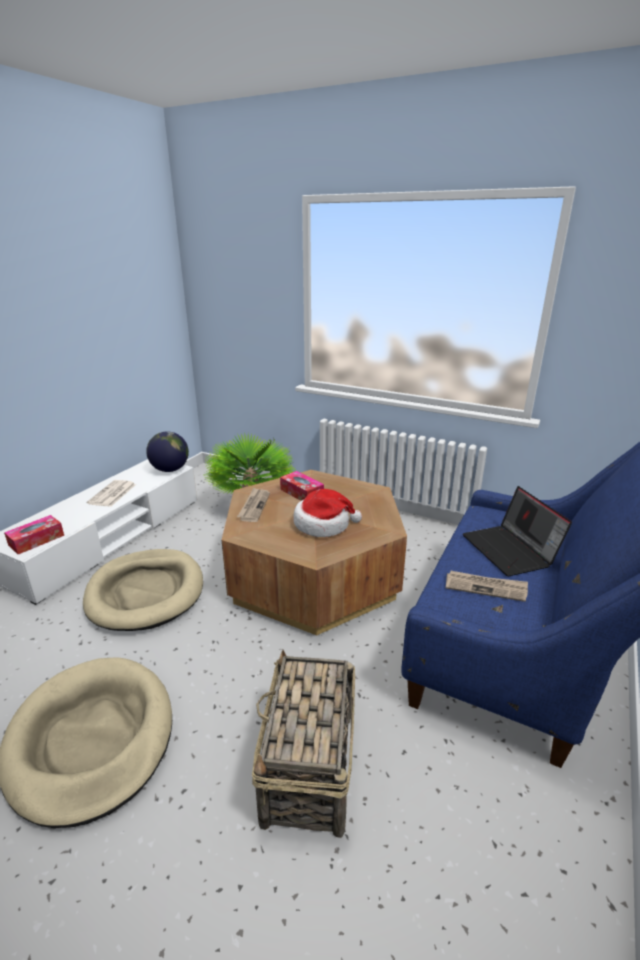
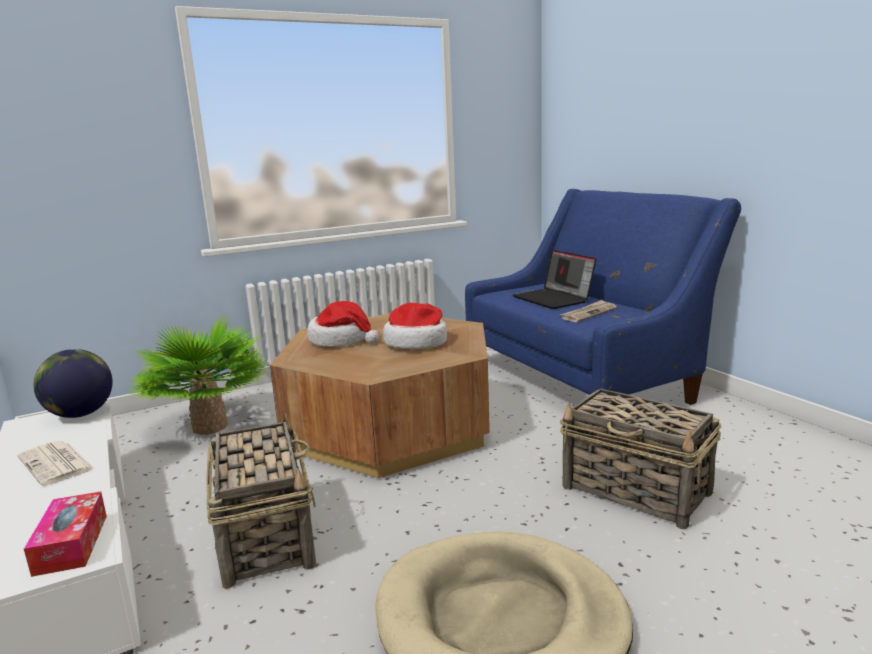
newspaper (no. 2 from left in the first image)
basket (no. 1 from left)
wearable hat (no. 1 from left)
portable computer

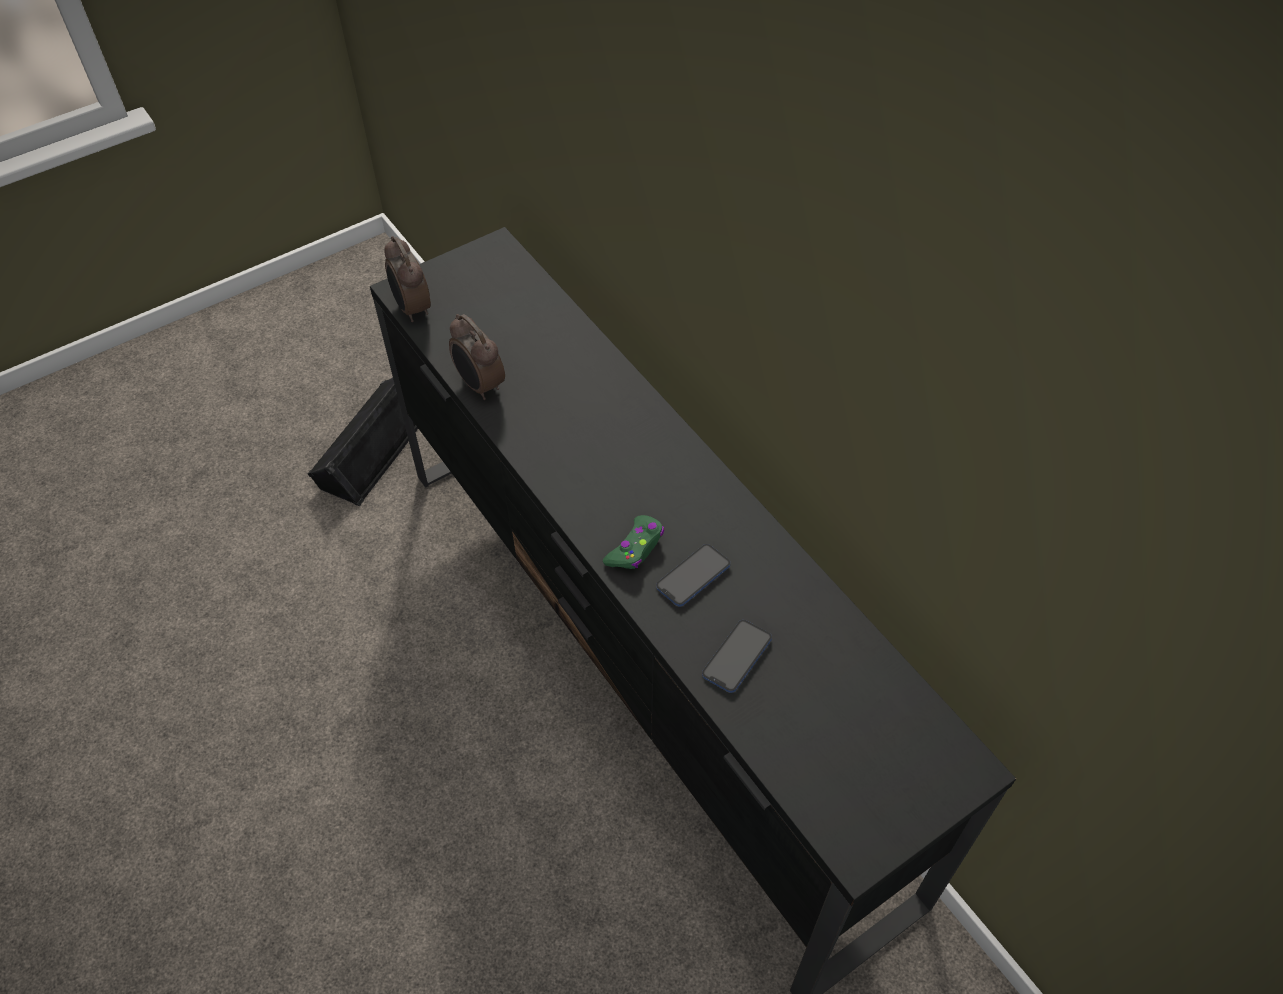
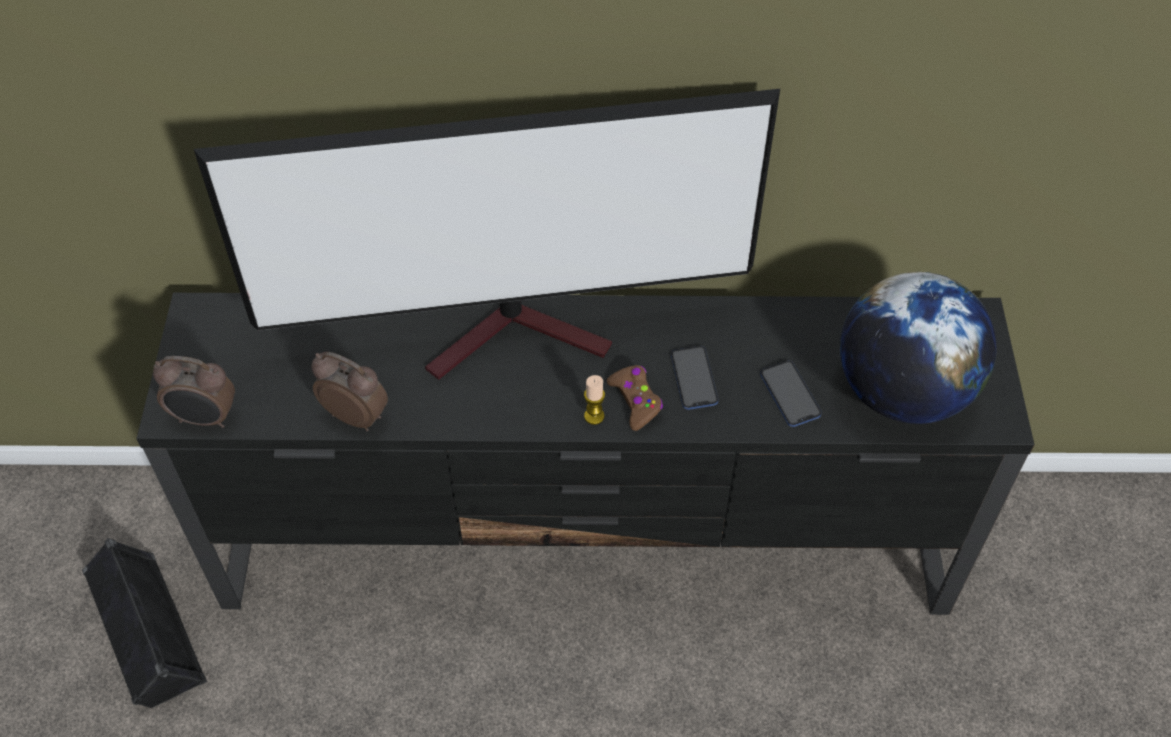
TV
candle
globe
brown-coloured gamepad
table clock (no. 2 from left)

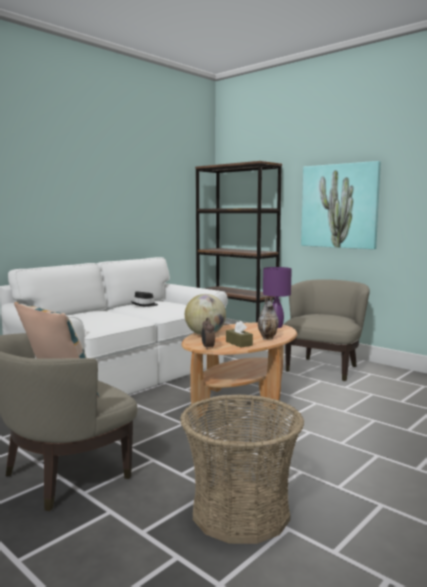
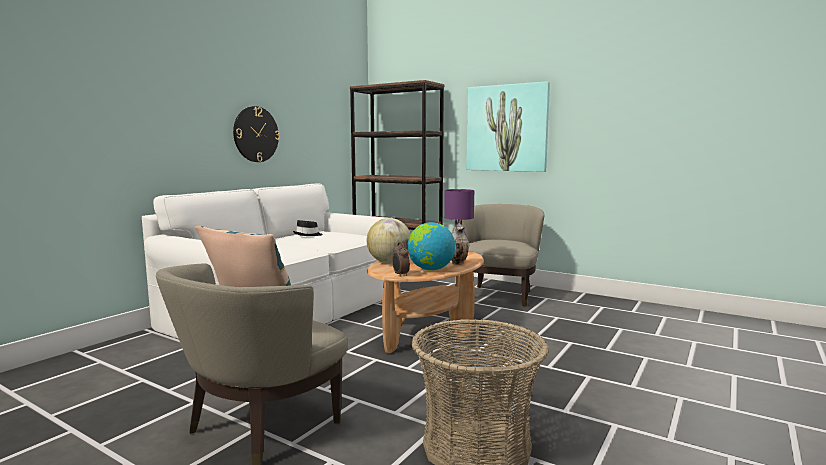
hanging clock
globe (no. 2 from left)

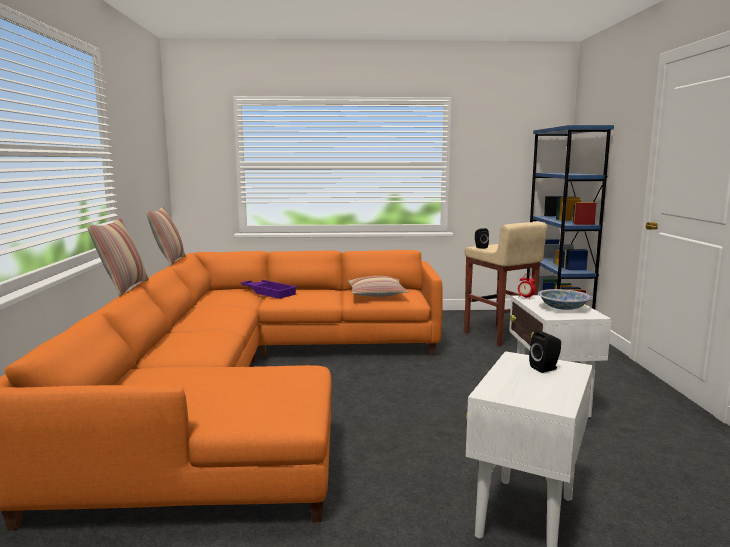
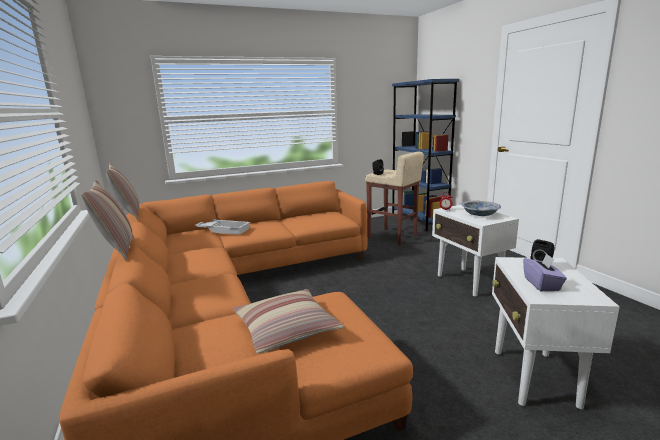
purple tissue box
cushion (no. 3 from left)
white-coloured serving tray

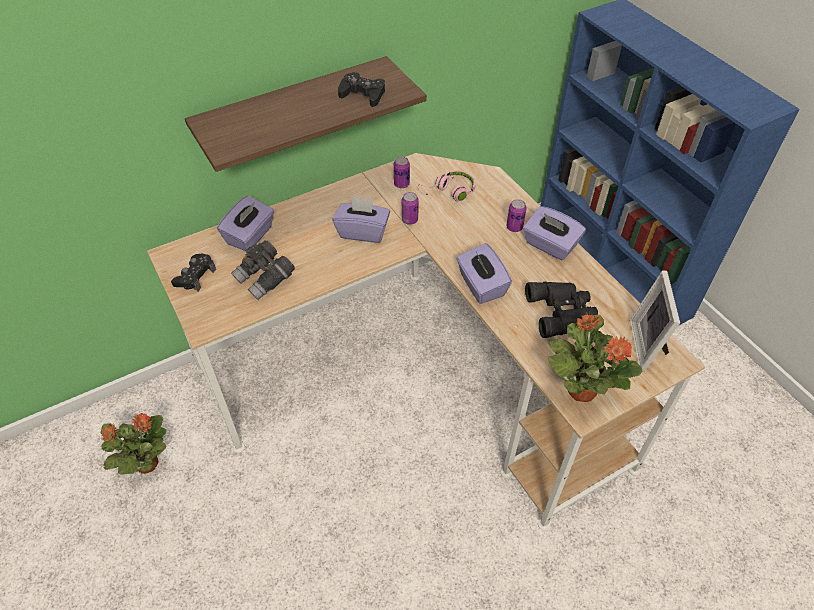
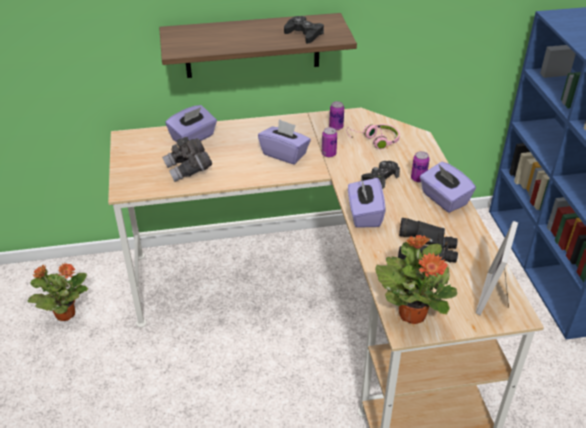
black-coloured gamepad (no. 2 from left)

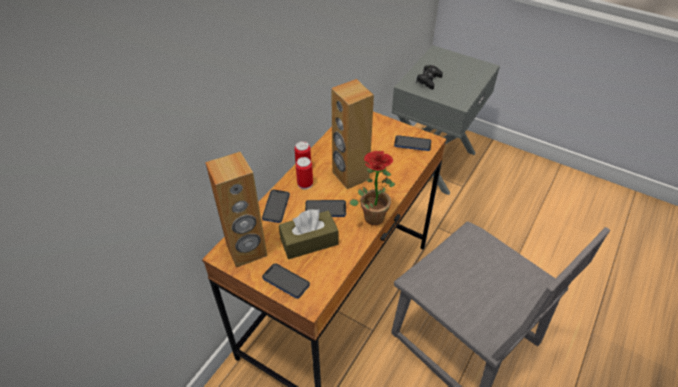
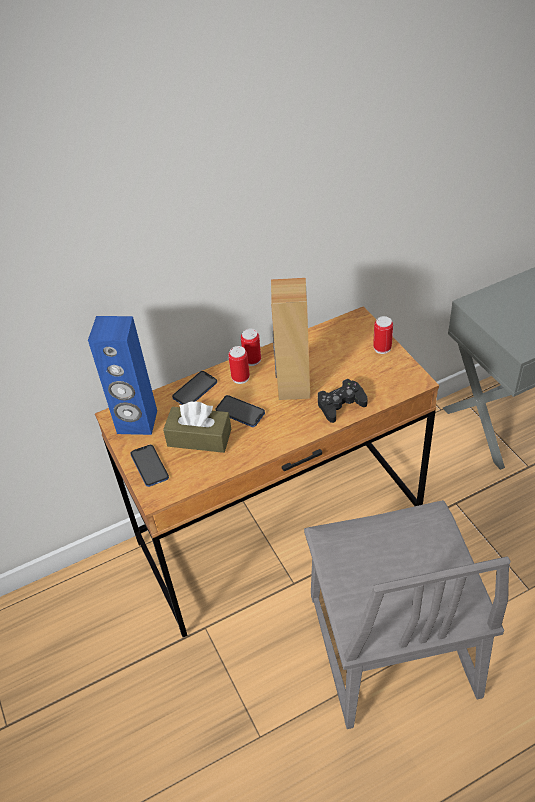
houseplant
telephone (no. 4 from left in the first image)
can (no. 3 from left)
black-coloured gamepad
blue-coloured audio speaker

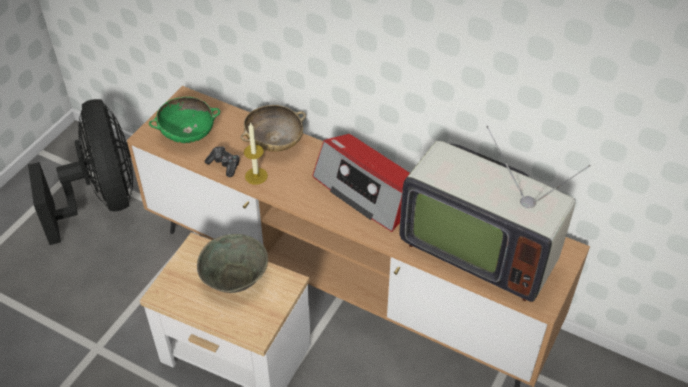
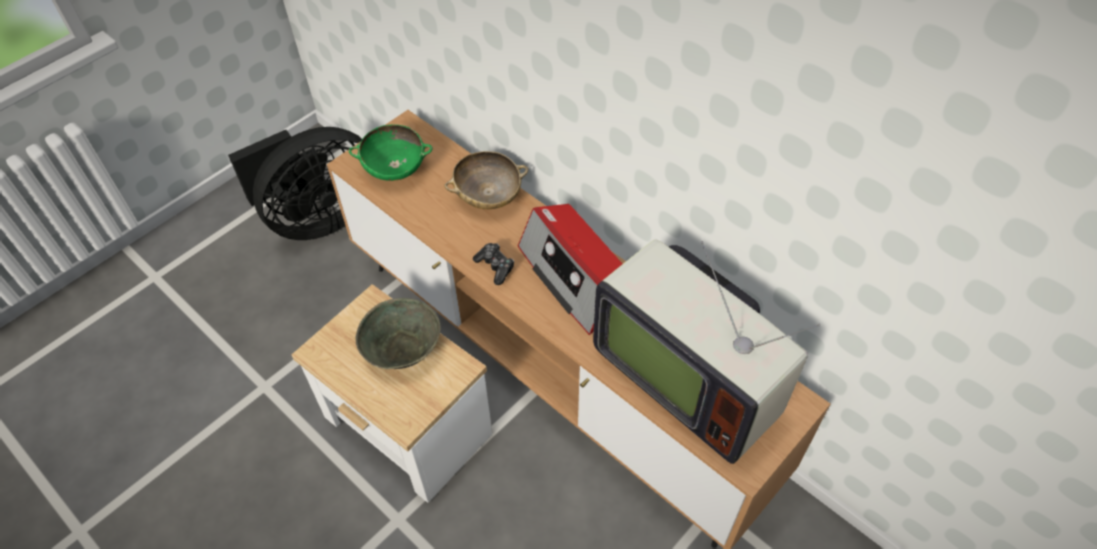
candle
gamepad
black-coloured cooling fan

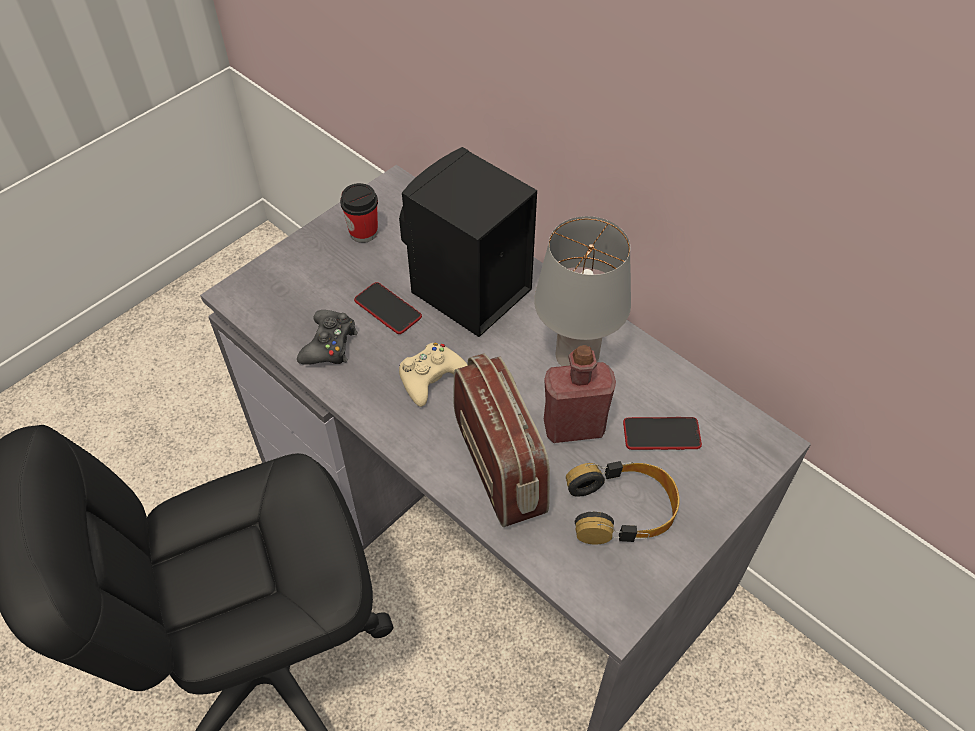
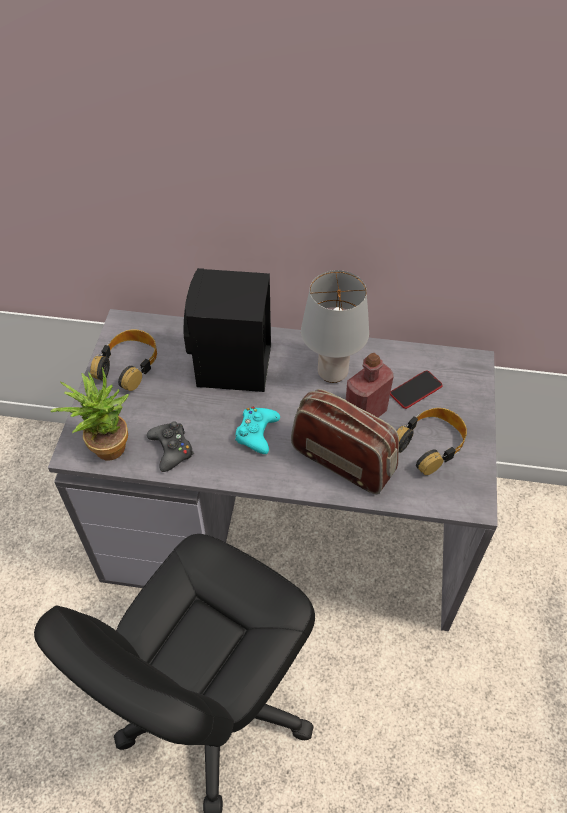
telephone (no. 1 from left in the first image)
houseplant
headset (no. 1 from left)
turquoise-coloured gamepad

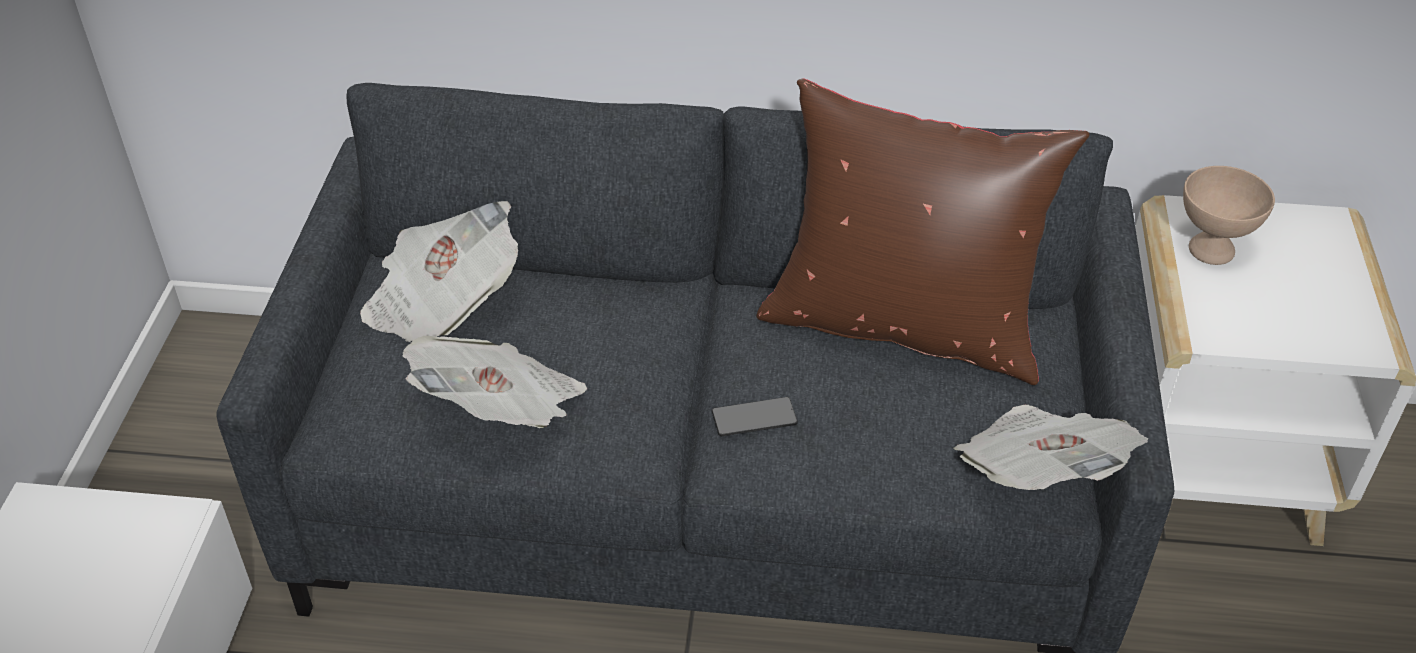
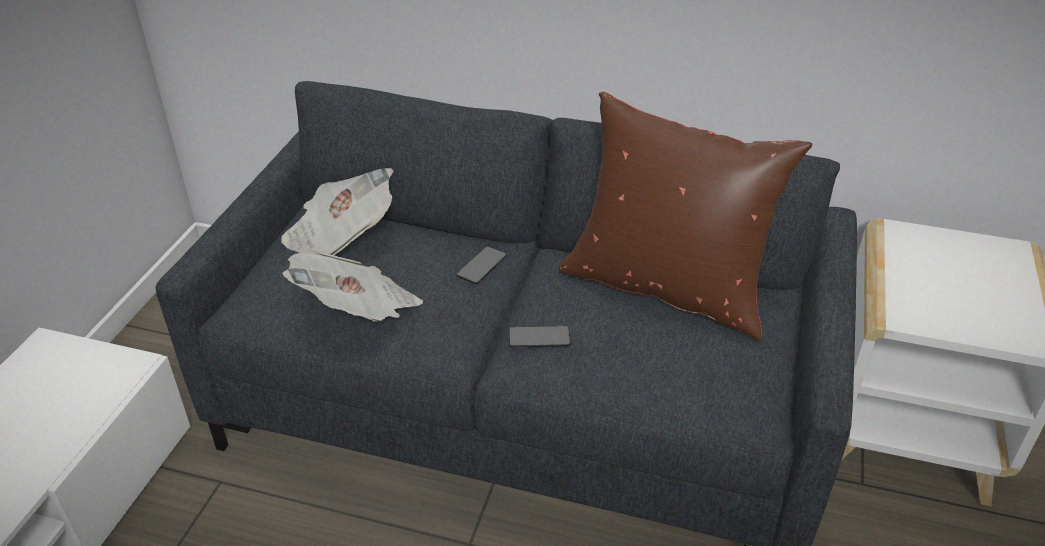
newspaper (no. 3 from left in the first image)
beige-coloured serving bowl
telephone (no. 1 from left)

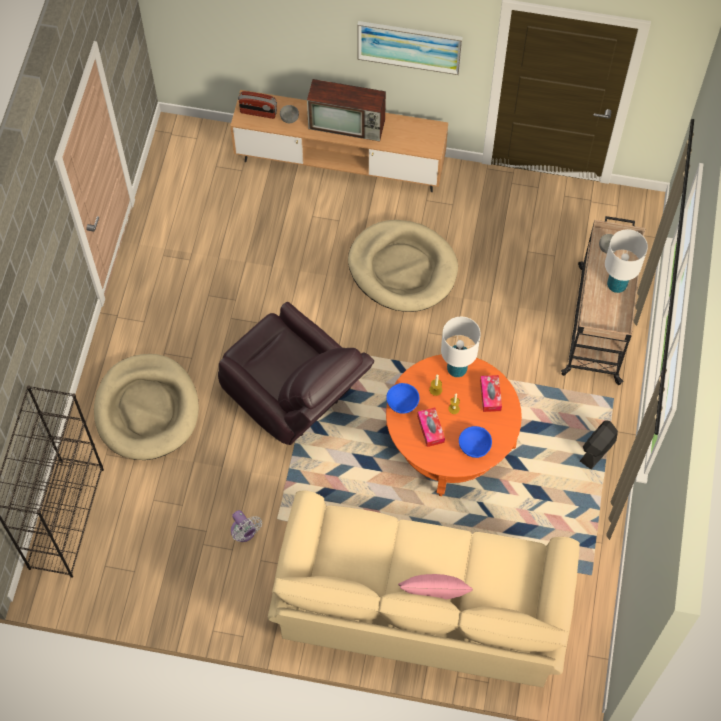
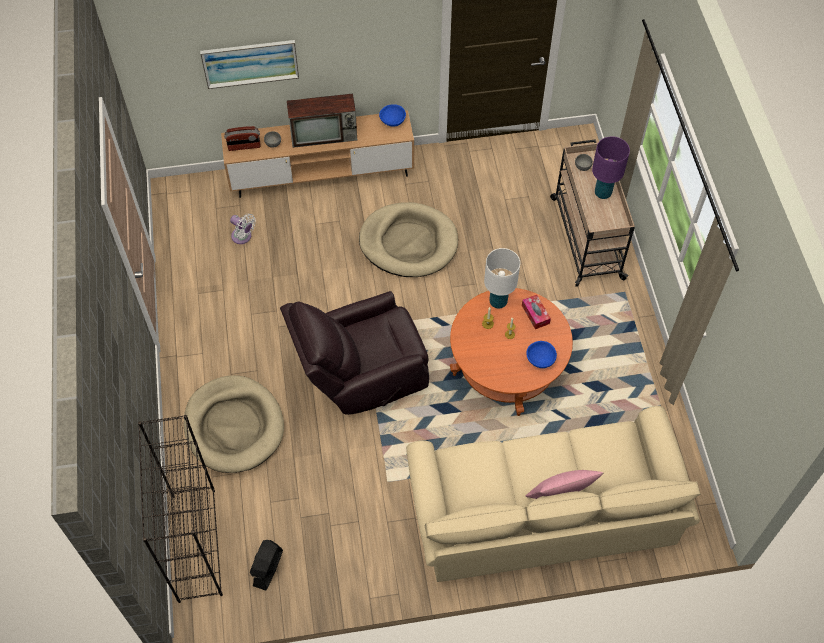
tissue box (no. 1 from left in the first image)
white-coloured cooling fan
wall picture
blue-coloured serving bowl (no. 1 from left)
black-coloured cooling fan
purple lamp for a table
brown-coloured lounge chair

